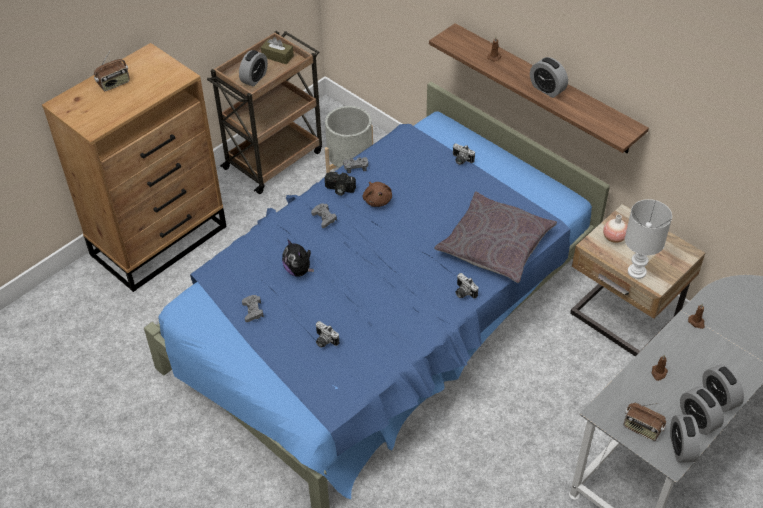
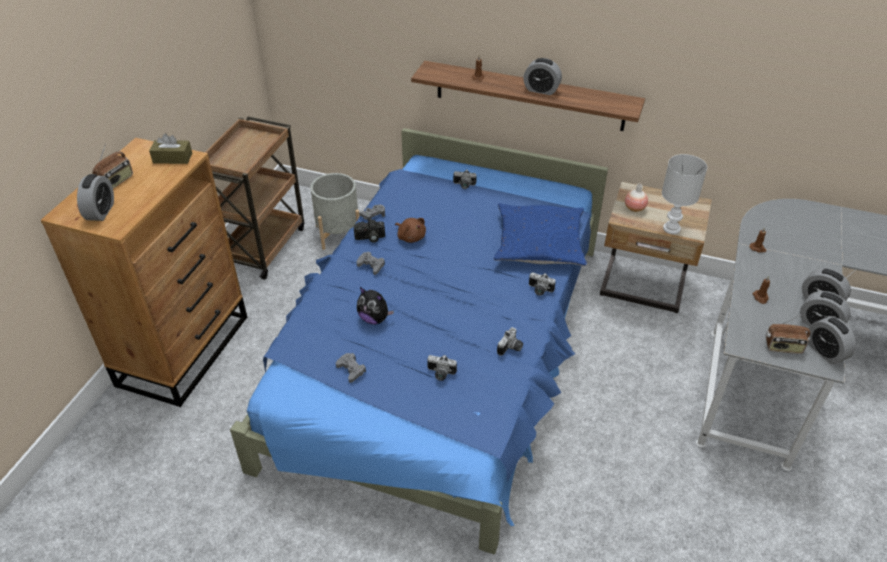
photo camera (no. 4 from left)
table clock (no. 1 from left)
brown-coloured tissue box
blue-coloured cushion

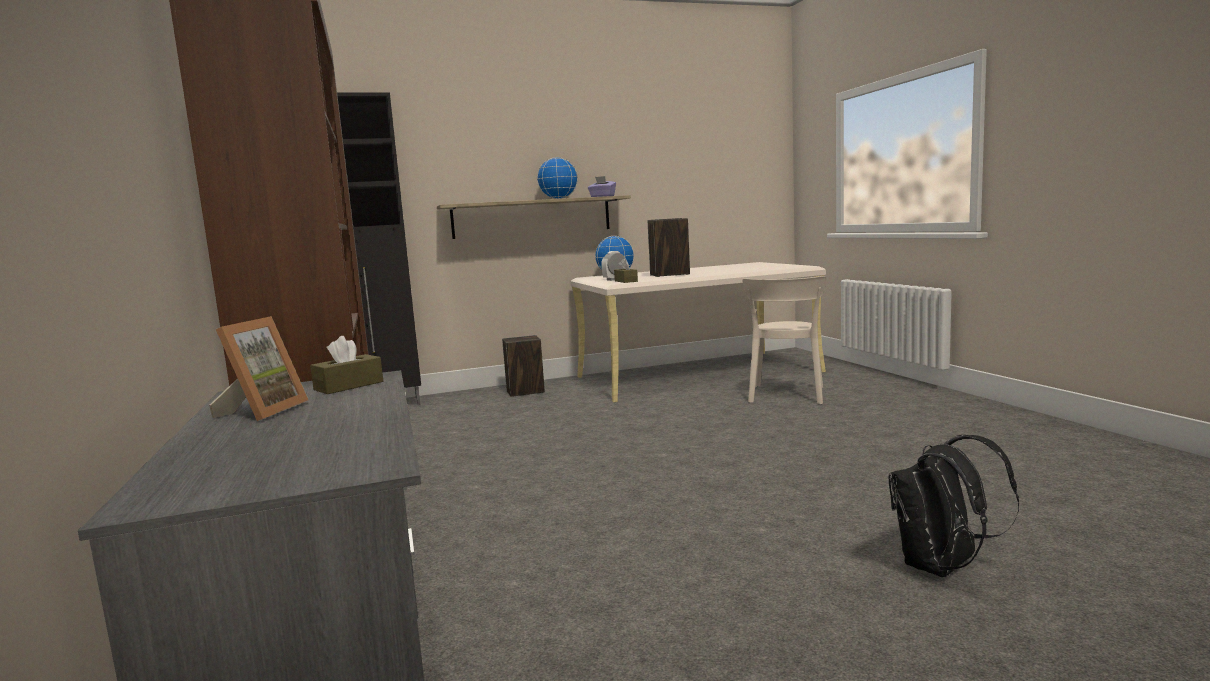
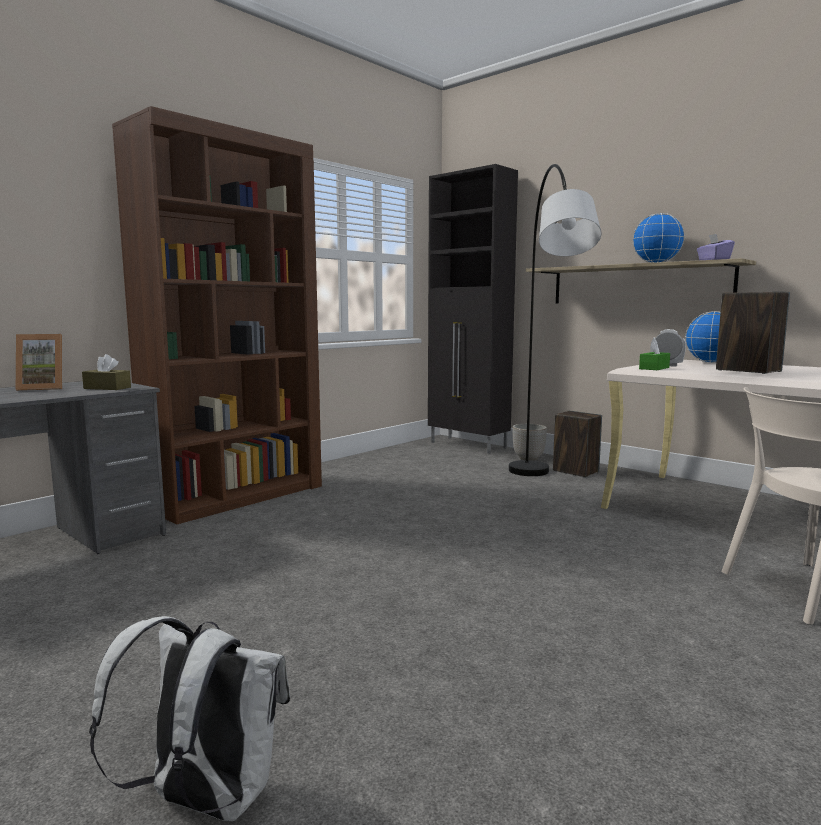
greyish standard lamp
plant pot
green-coloured tissue box
white-coloured knapsack

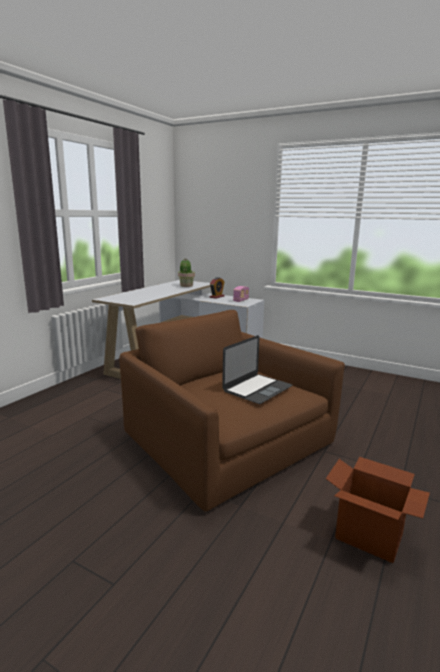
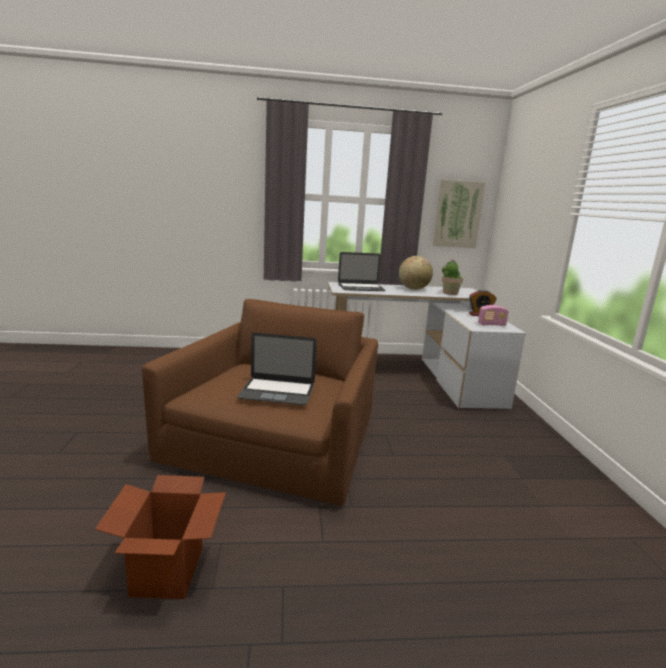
portable computer (no. 2 from left)
globe
wall picture

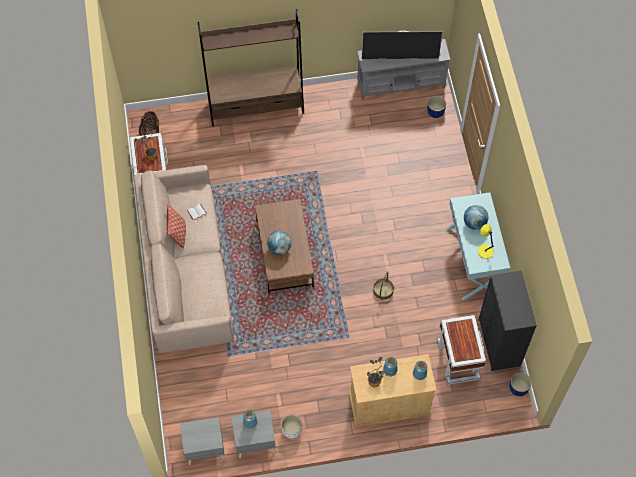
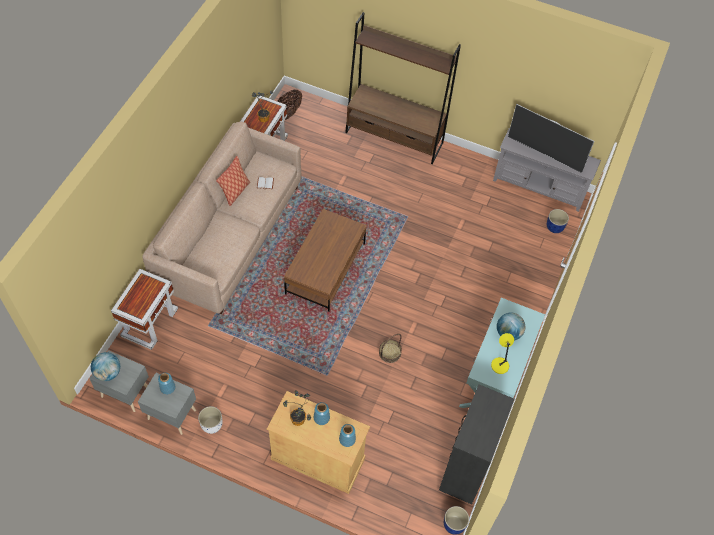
globe (no. 1 from left)
white-coloured end table (no. 1 from left)

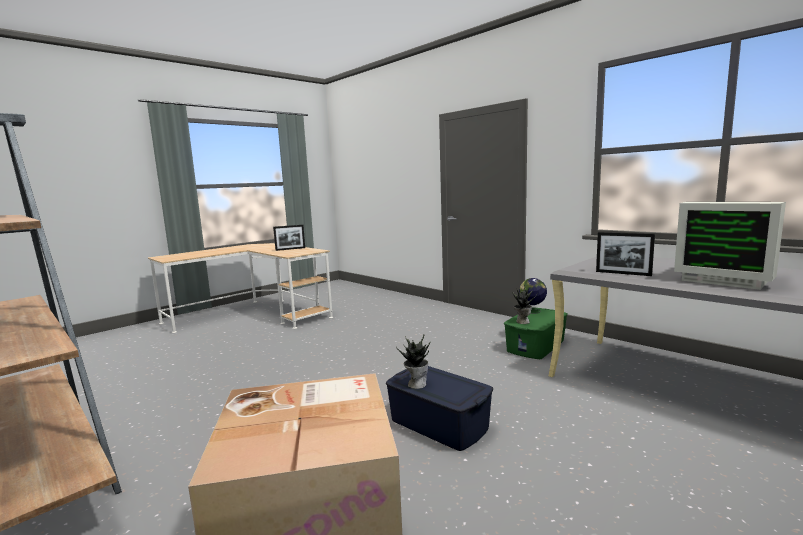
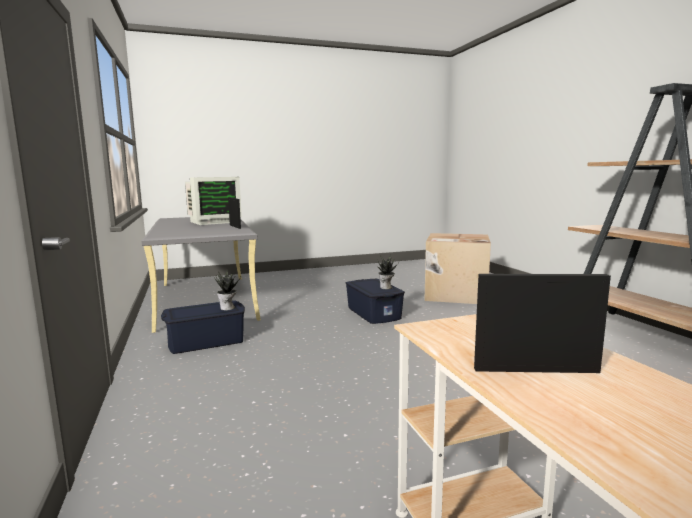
globe
blue-coloured storage container (no. 1 from left)
computer display

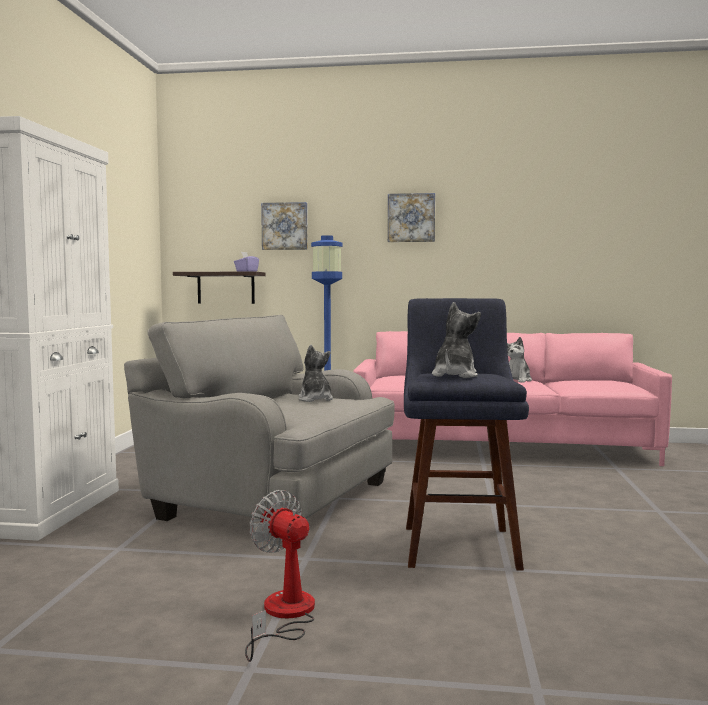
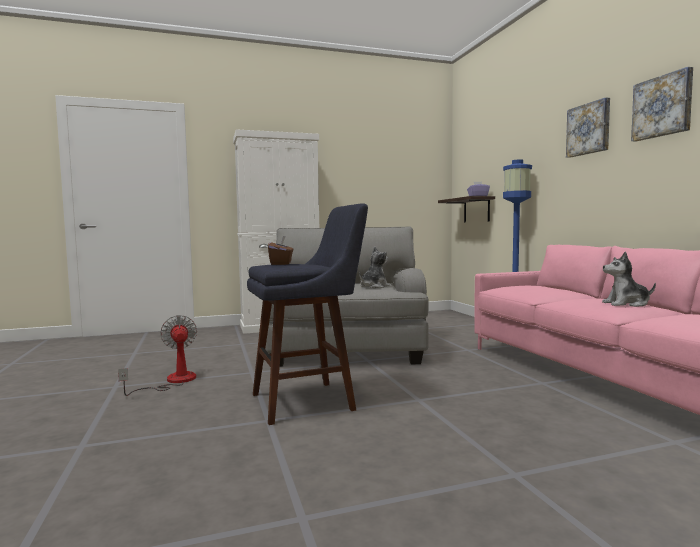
wall picture (no. 2 from left)
brown-coloured tissue box
cooling fan

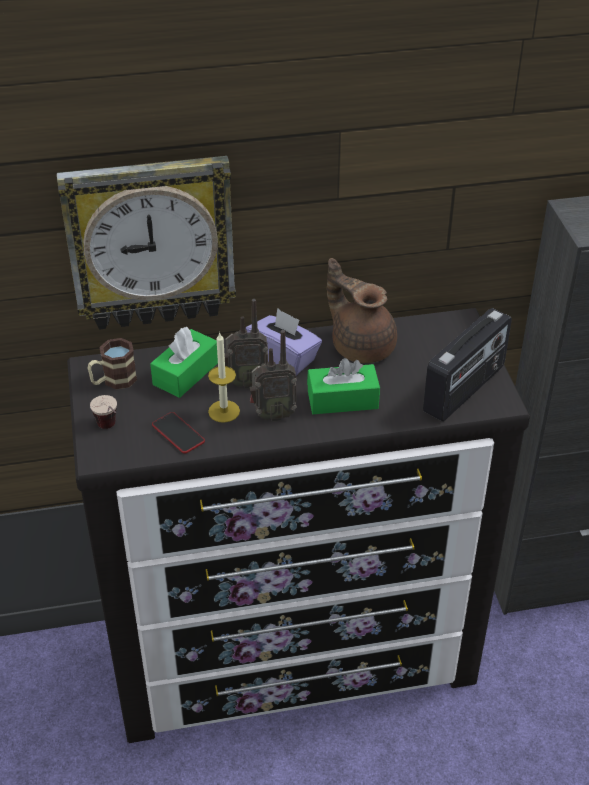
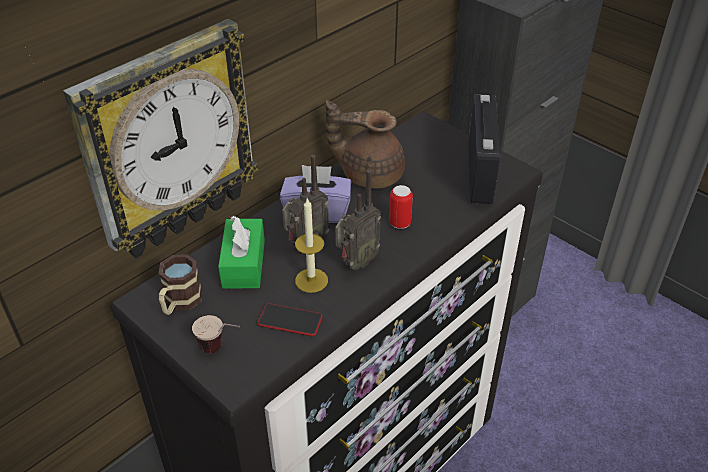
can

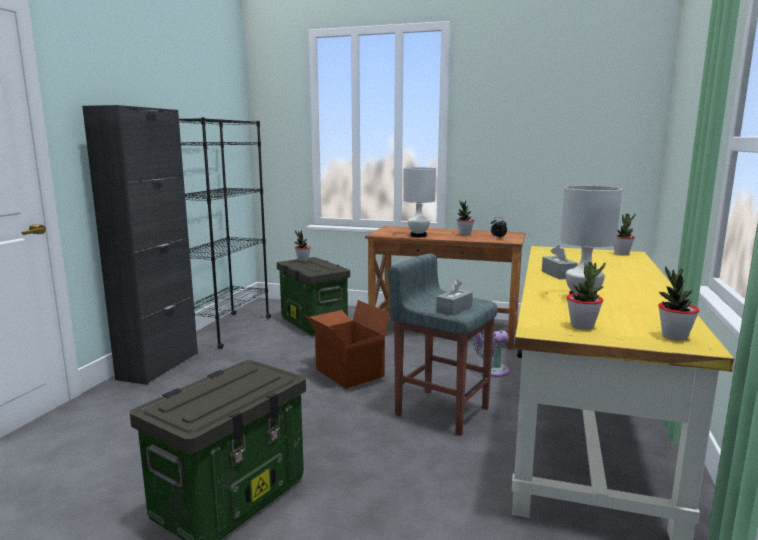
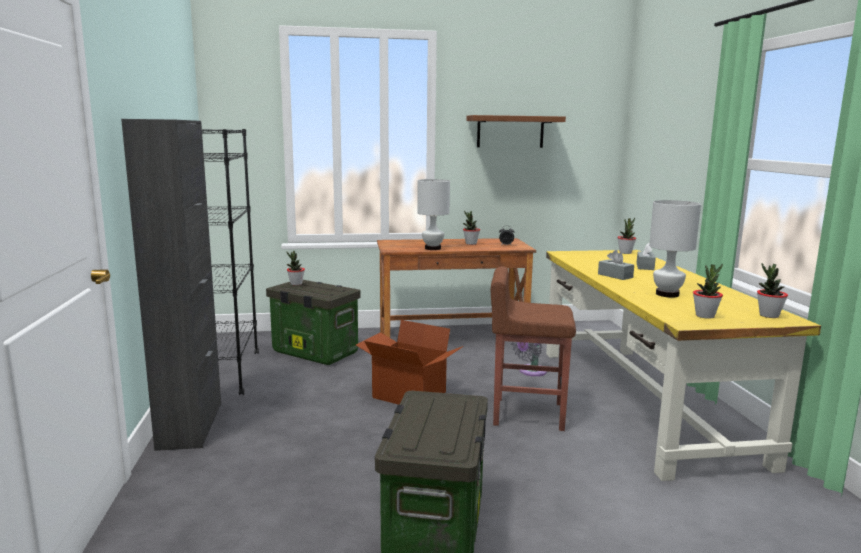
brown-coloured wall shelf
greyish tissue box (no. 2 from left)
brown-coloured sitting stool

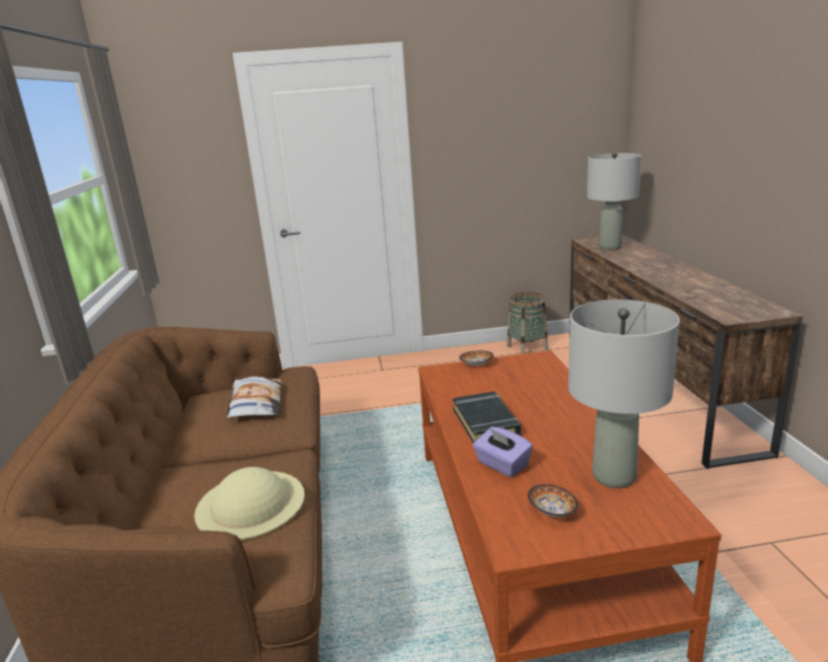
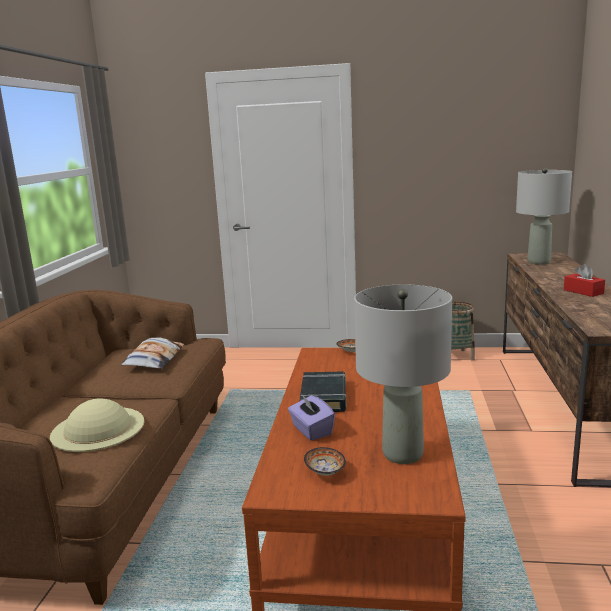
reddish tissue box

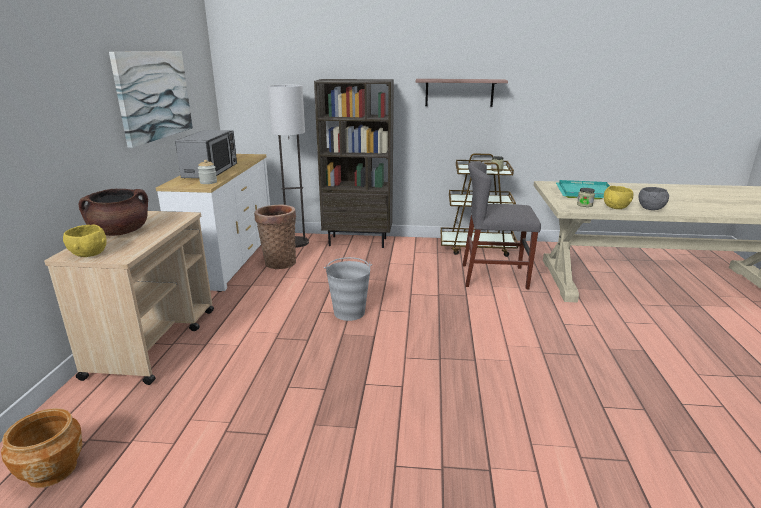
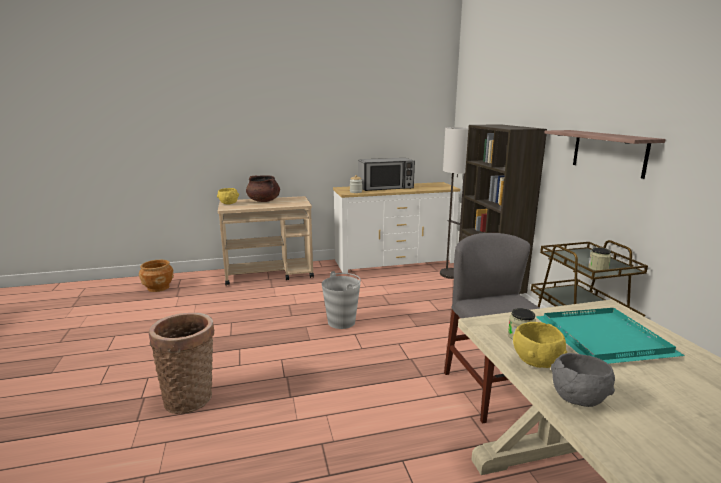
wall picture
basket

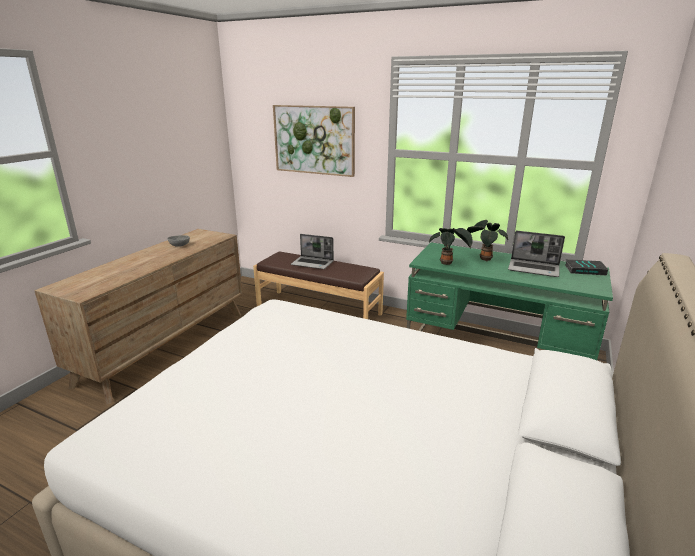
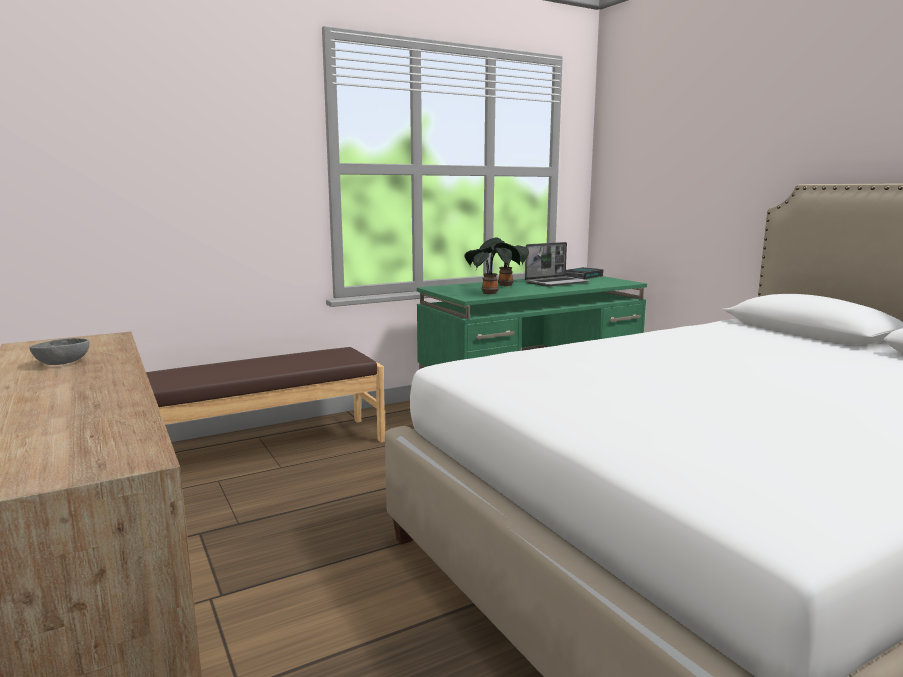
wall picture
portable computer (no. 1 from left in the first image)

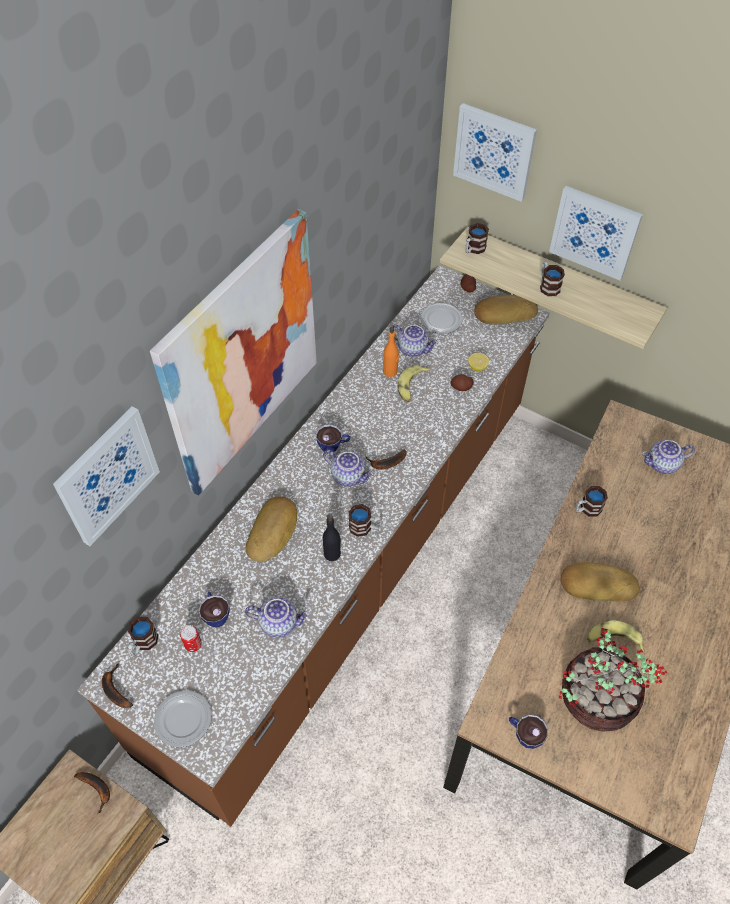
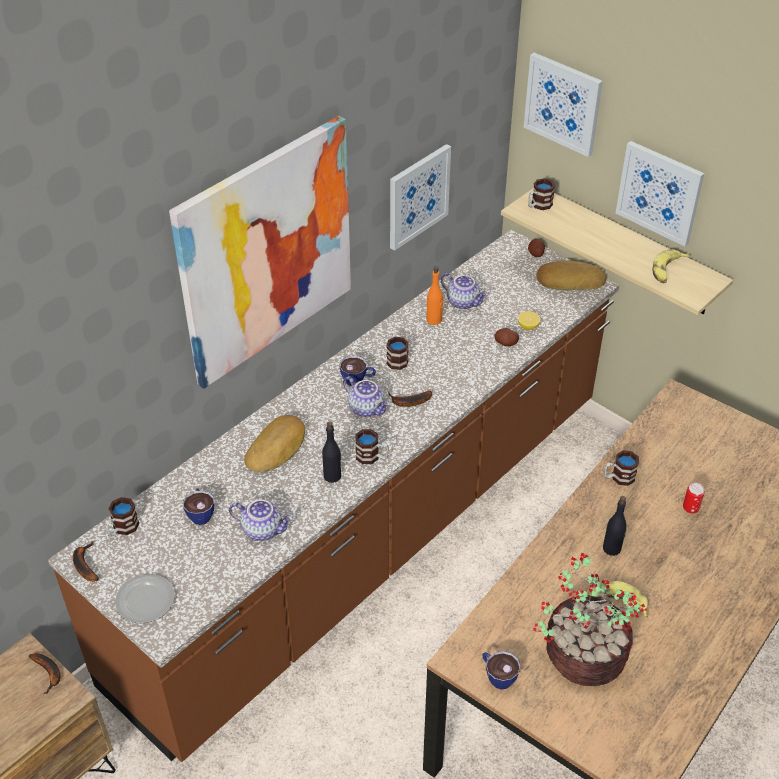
dinner plate (no. 2 from left in the first image)
tea pot (no. 4 from left in the first image)
wall picture (no. 2 from left)
can
banana (no. 5 from left)
coffee mug (no. 3 from left)
black-coloured bottle (no. 2 from left)

